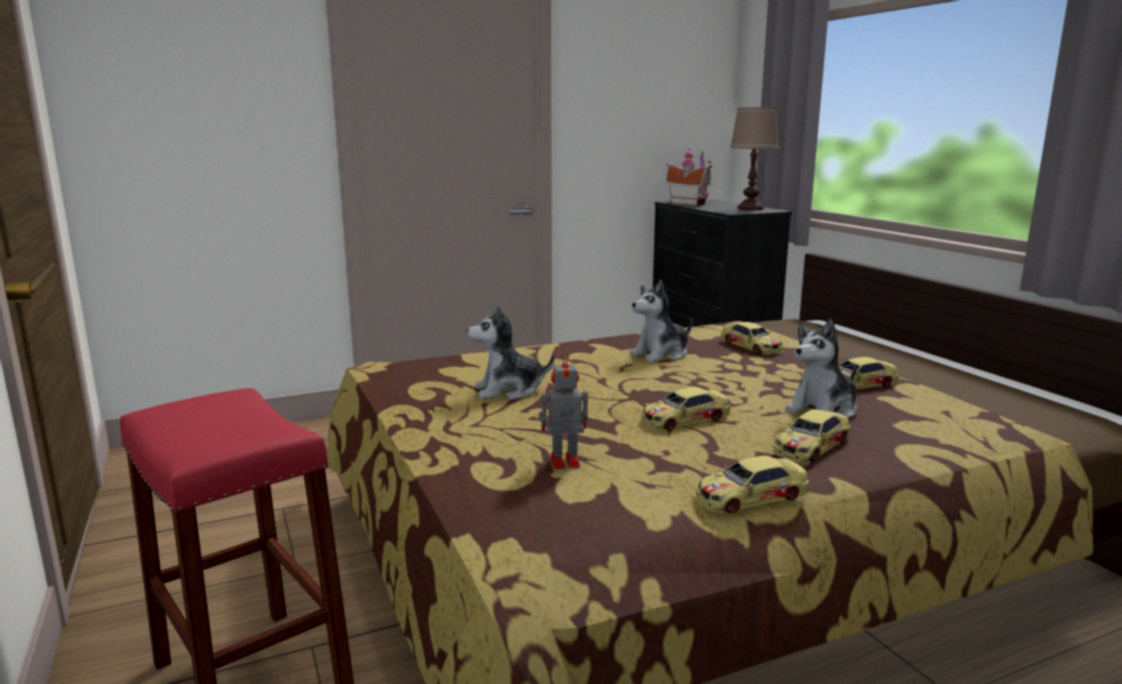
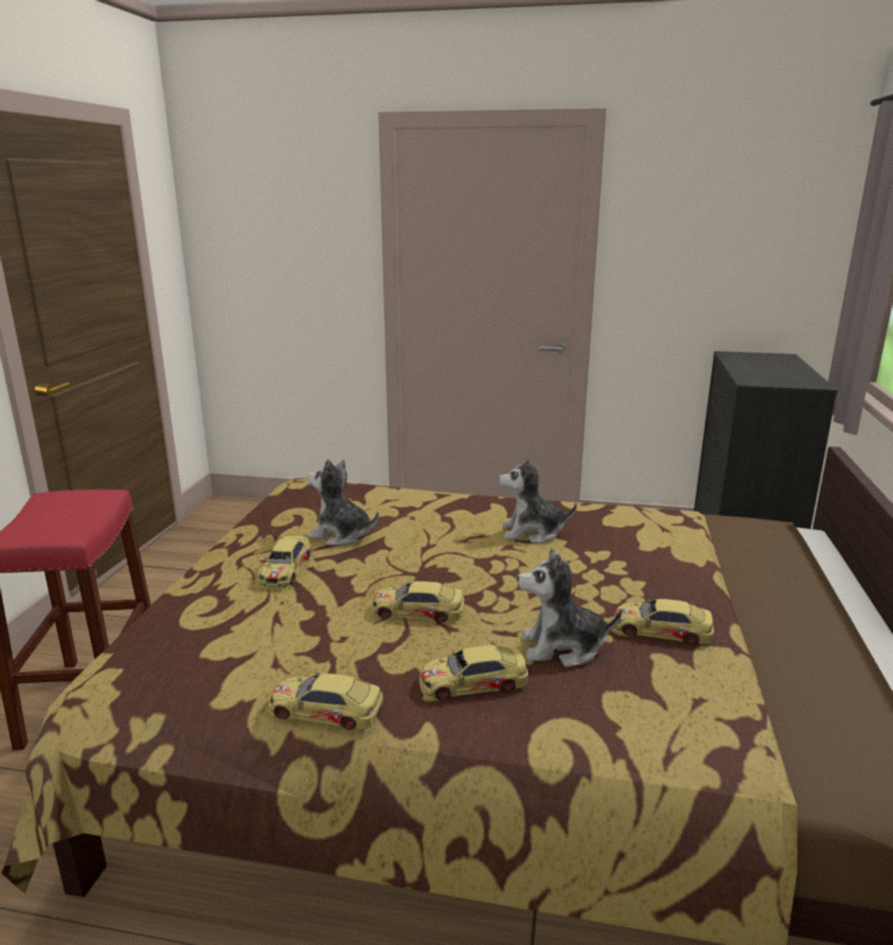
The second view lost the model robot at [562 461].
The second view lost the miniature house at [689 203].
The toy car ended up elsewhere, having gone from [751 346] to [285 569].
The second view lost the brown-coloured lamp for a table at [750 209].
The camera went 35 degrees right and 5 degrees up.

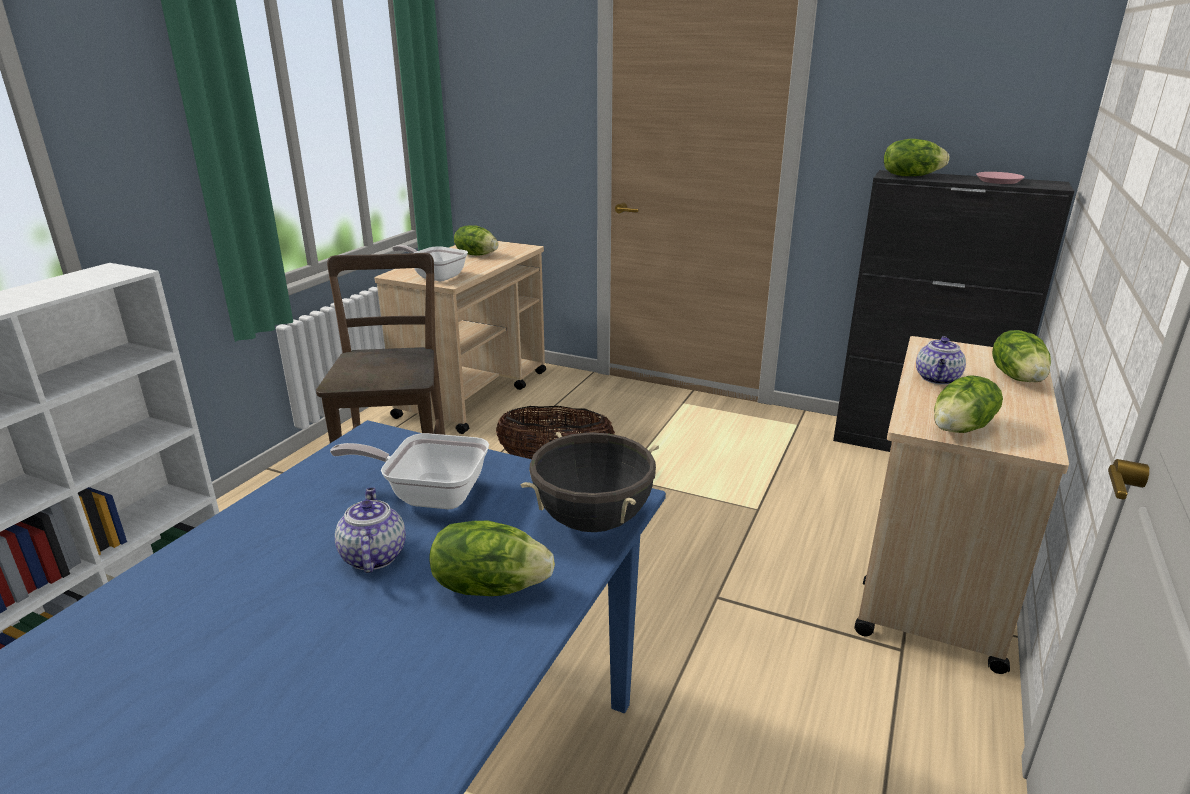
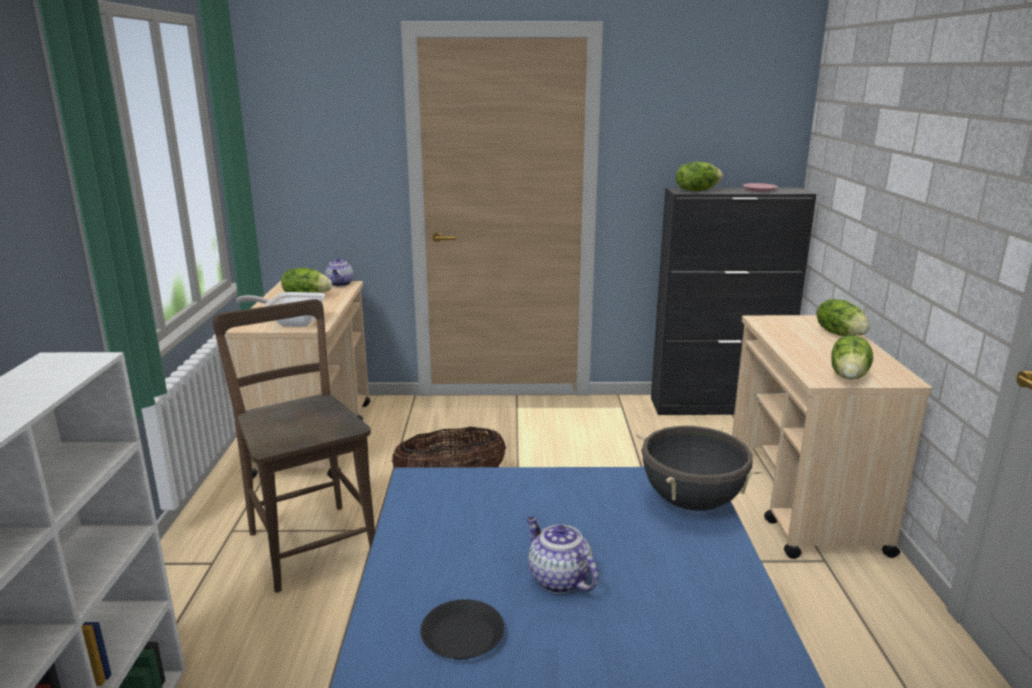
The second view lost the frying pan at [429 494].
The second view lost the lettuce head at [490 586].
The teapot ended up elsewhere, having gone from [937 379] to [340 284].
The second view gained the black plate at [463 636].
The camera went 25 degrees left and 5 degrees down.

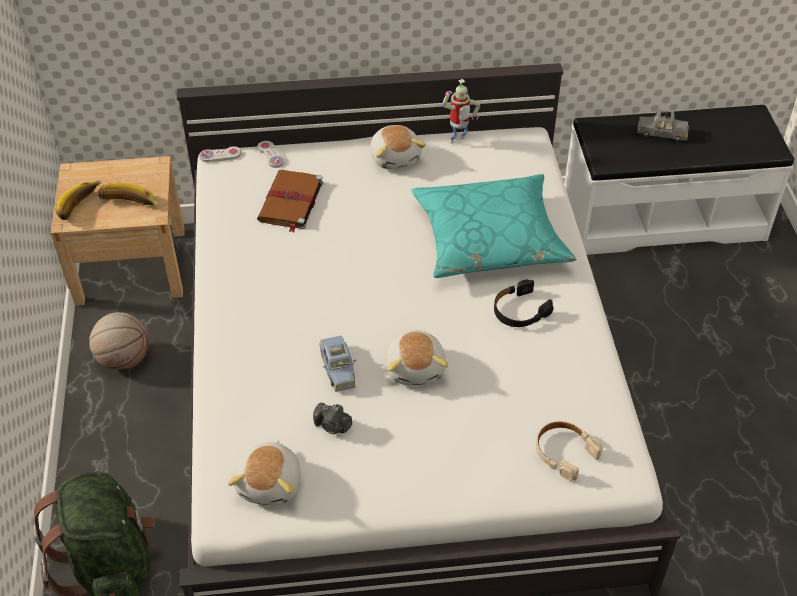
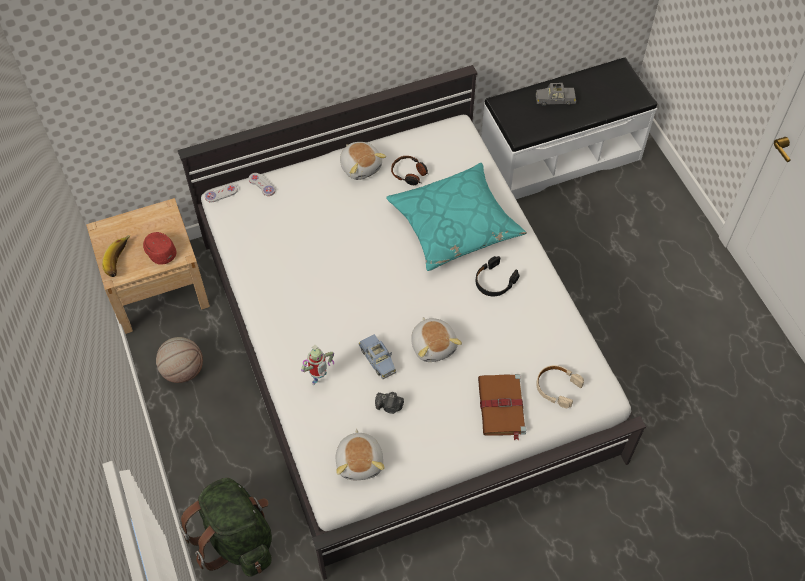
Where the banana stood at [129 205], the red peaked cap came to stand at [159 251].
The brown-coloured volume ended up elsewhere, having gone from [290 202] to [501 407].
The model robot ended up elsewhere, having gone from [458 141] to [319 381].
The second view gained the headphones at [409 174].
The camera went 15 degrees left and 10 degrees up.

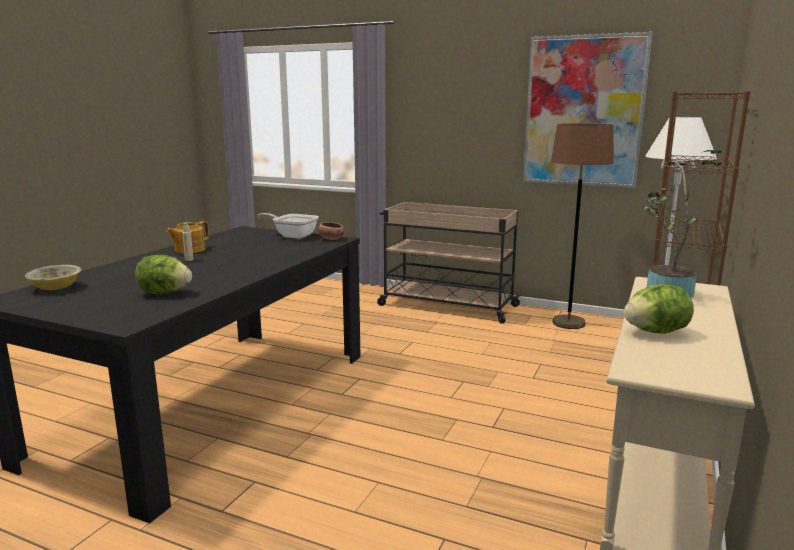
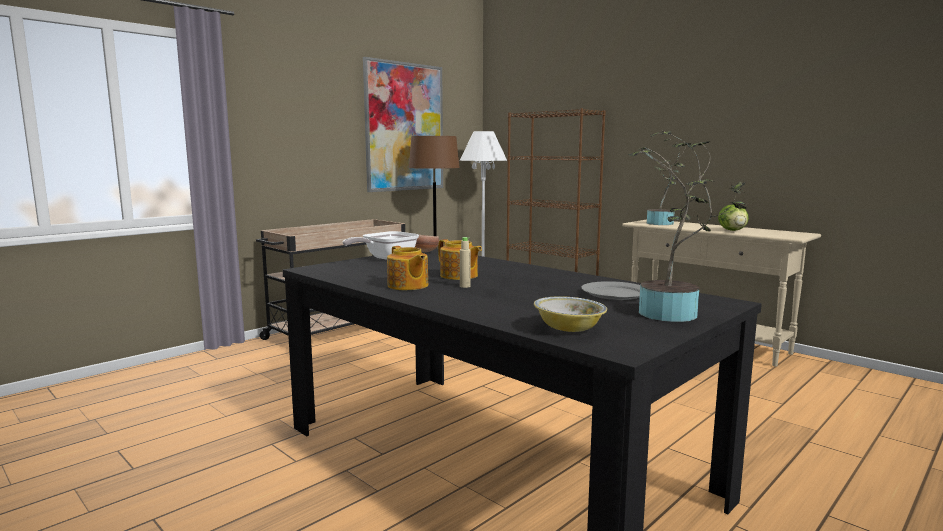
Where the lettuce head stood at [164 293], the gray plate came to stand at [614 293].
The second view gained the teapot at [459 276].
The second view gained the potted plant at [675 314].
The camera went 70 degrees left and 5 degrees down.

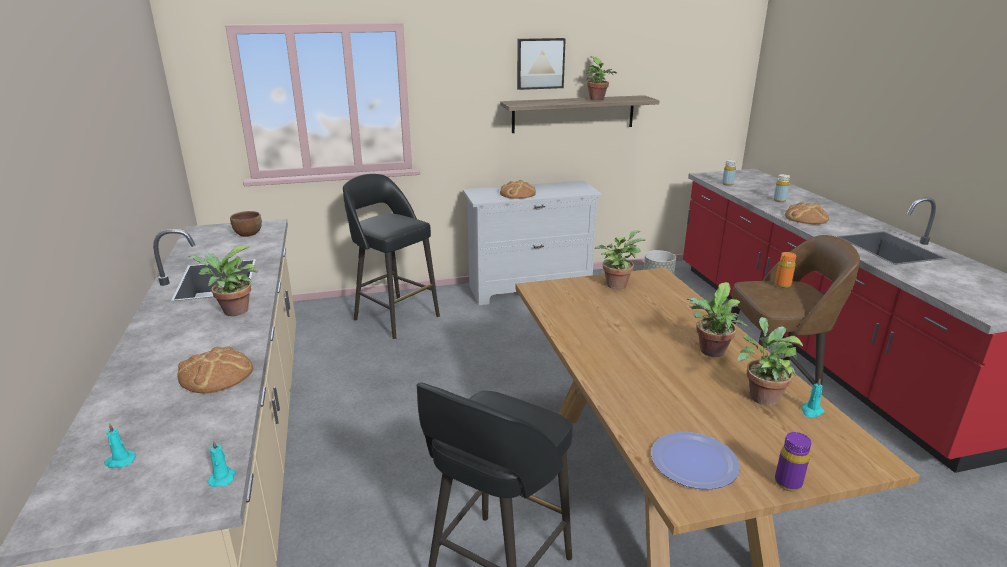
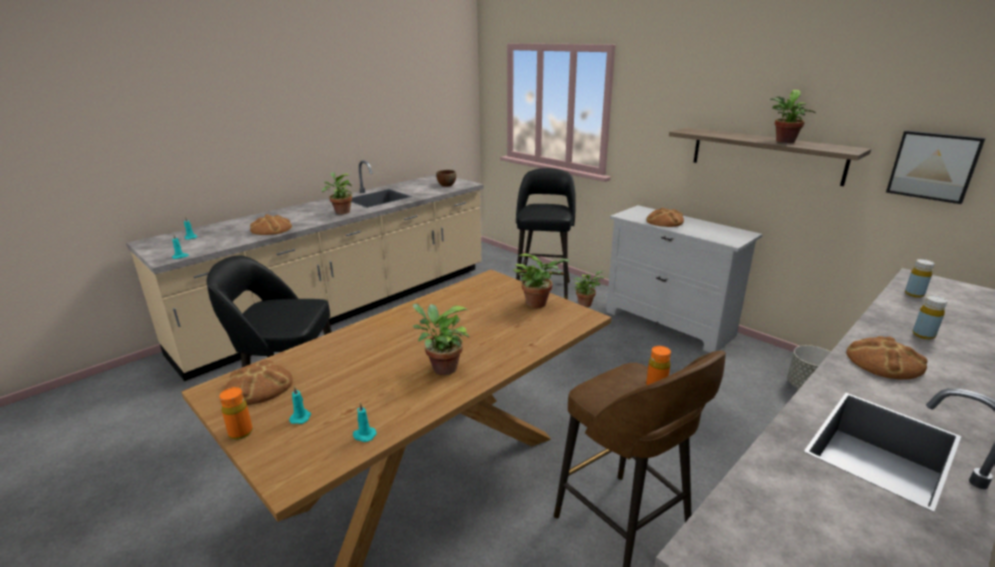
The picture ended up elsewhere, having gone from [540 63] to [933 166].
Where the plate stood at [694 462], the bakery bread came to stand at [259 386].
The potted plant ended up elsewhere, having gone from [761 396] to [585 303].
What was the purple bottle at [788 483] turned into the orange bottle at [241 433].
The second view gained the turquoise-coloured wax candle at [301 417].
The camera went 60 degrees right and 0 degrees up.

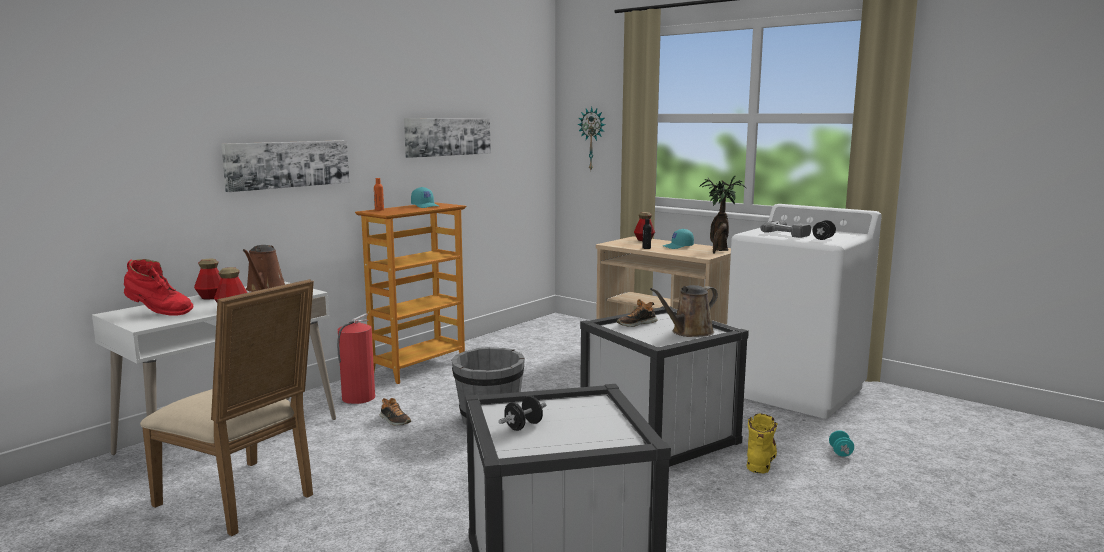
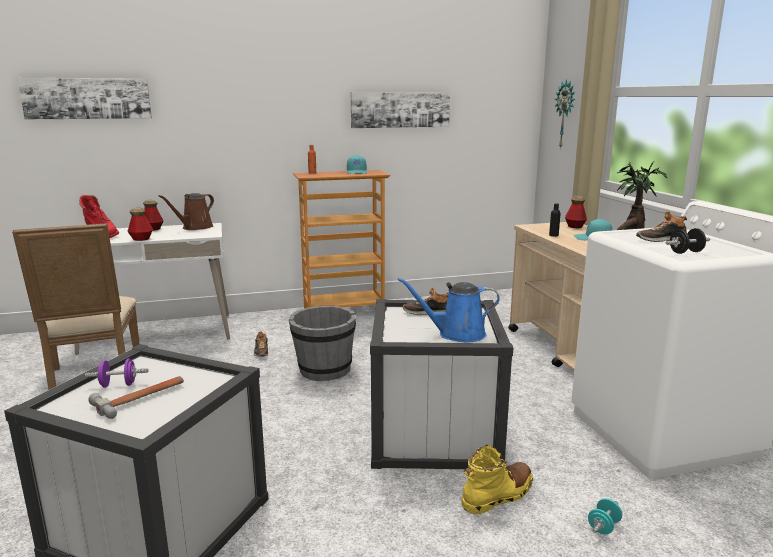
The picture ended up elsewhere, having gone from [288 164] to [87 98].
The second view lost the fire-fighting cylinder at [357 398].
What was the black hand weight at [523 426] turned into the purple hand weight at [118 385].
What was the brown-coloured watering can at [689 332] turned into the blue-coloured watering can at [457 334].
Where the power drill stood at [789 233], the low shoe came to stand at [661 240].
The second view gained the tool hammer at [141 398].
The camera went 35 degrees right and 5 degrees up.

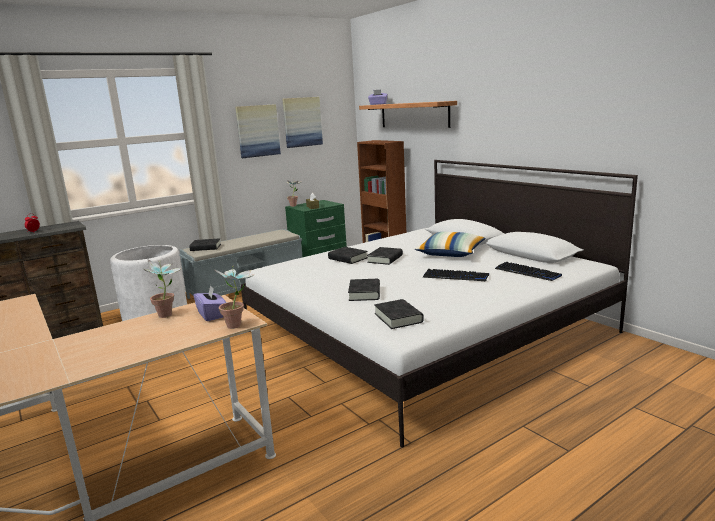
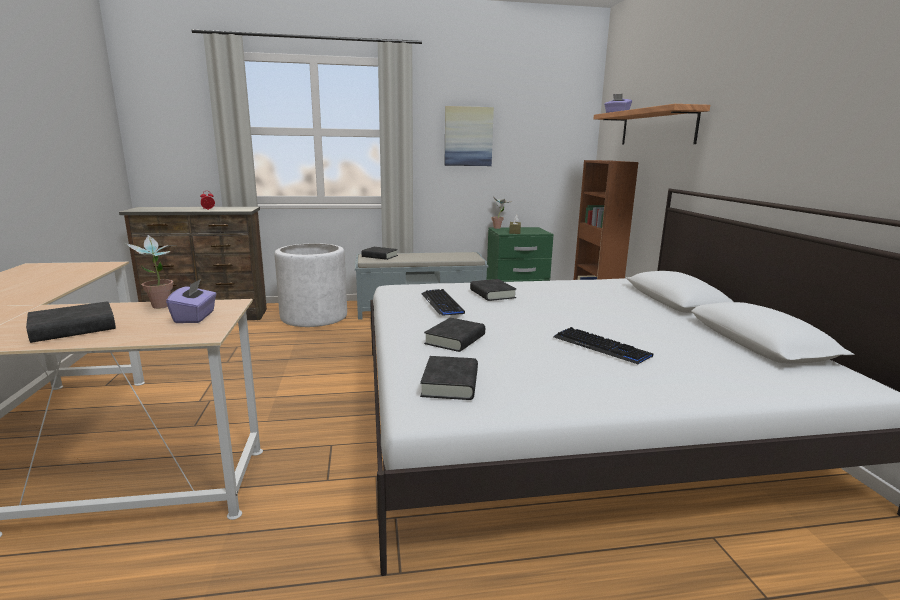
The second view lost the potted plant at [239 325].
The second view lost the picture at [302 122].
The black volume ended up elsewhere, having gone from [385 259] to [73 328].
The second view lost the pillow at [450 254].
The keyboard ended up elsewhere, having gone from [527 272] to [442 303].
The camera went 25 degrees right and 0 degrees up.

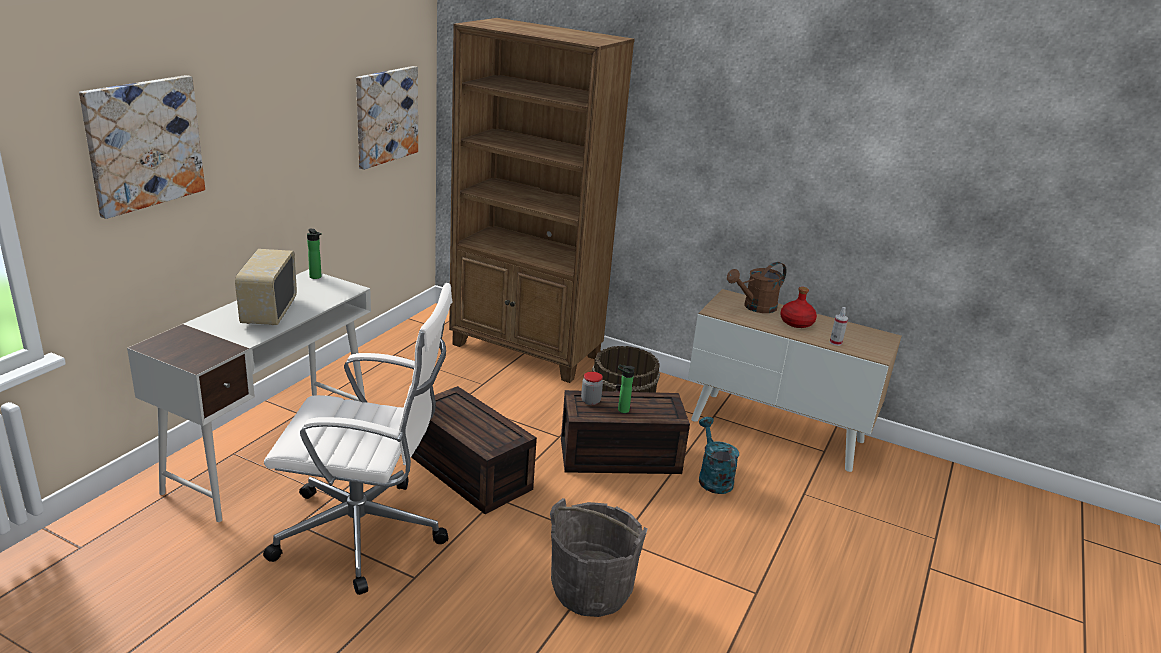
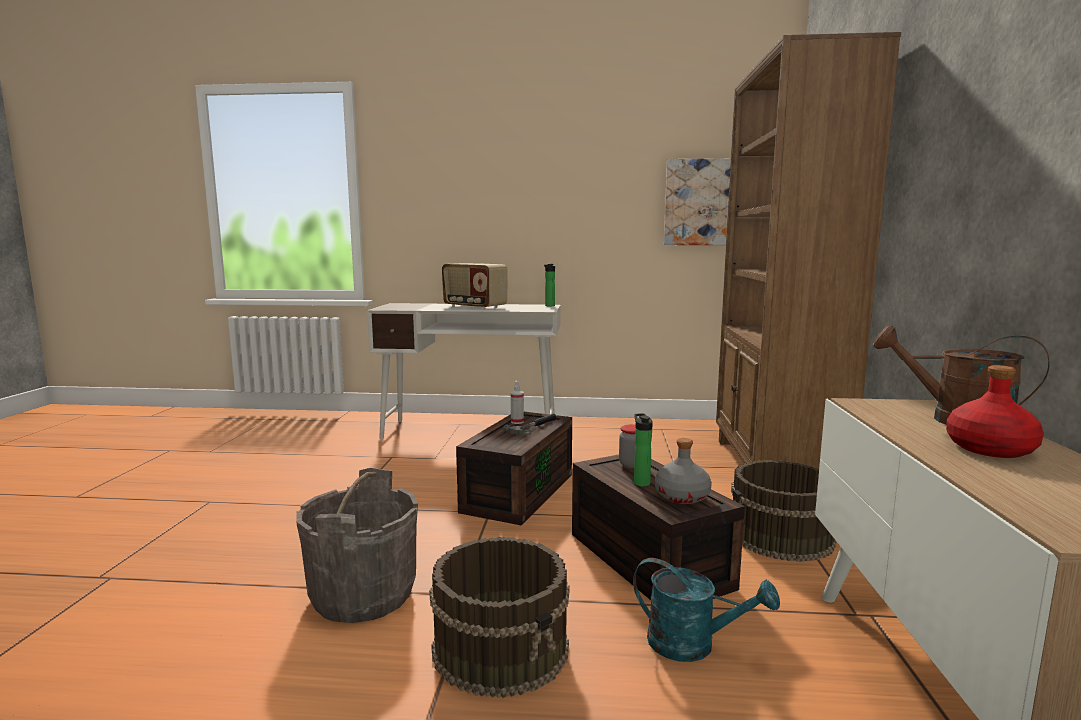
The second view lost the picture at [143 144].
The radio at [268 312] ended up facing another way, 120 degrees counterclockwise from before.
The second view lost the white-coloured desk chair at [365 534].
The turquoise-coloured watering can at [713 478] ended up facing another way, 60 degrees clockwise from before.
The spray bottle ended up elsewhere, having gone from [835 343] to [517 422].
The second view gained the brown-coloured pail at [502 647].
The second view gained the tool hammer at [535 427].
The second view gained the gray bottle at [682 496].
The camera went 70 degrees right and 15 degrees down.

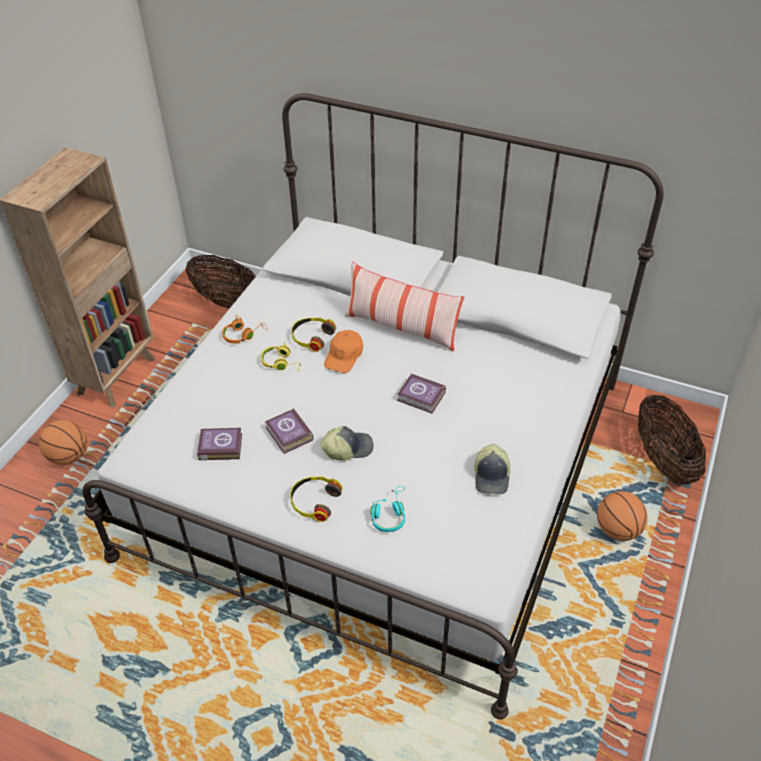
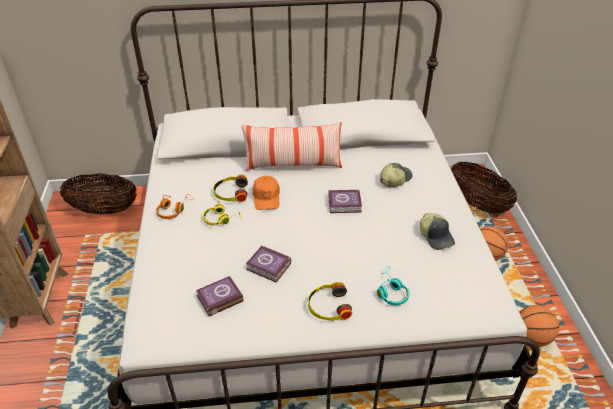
The ball for basketball ended up elsewhere, having gone from [69 456] to [531 338].
The peaked cap ended up elsewhere, having gone from [347 448] to [395 179].
The camera went 30 degrees left and 5 degrees down.

